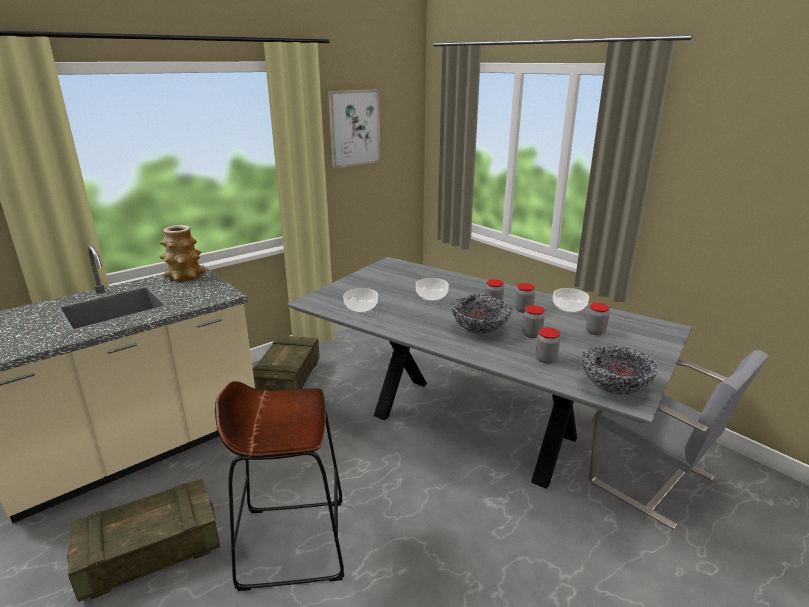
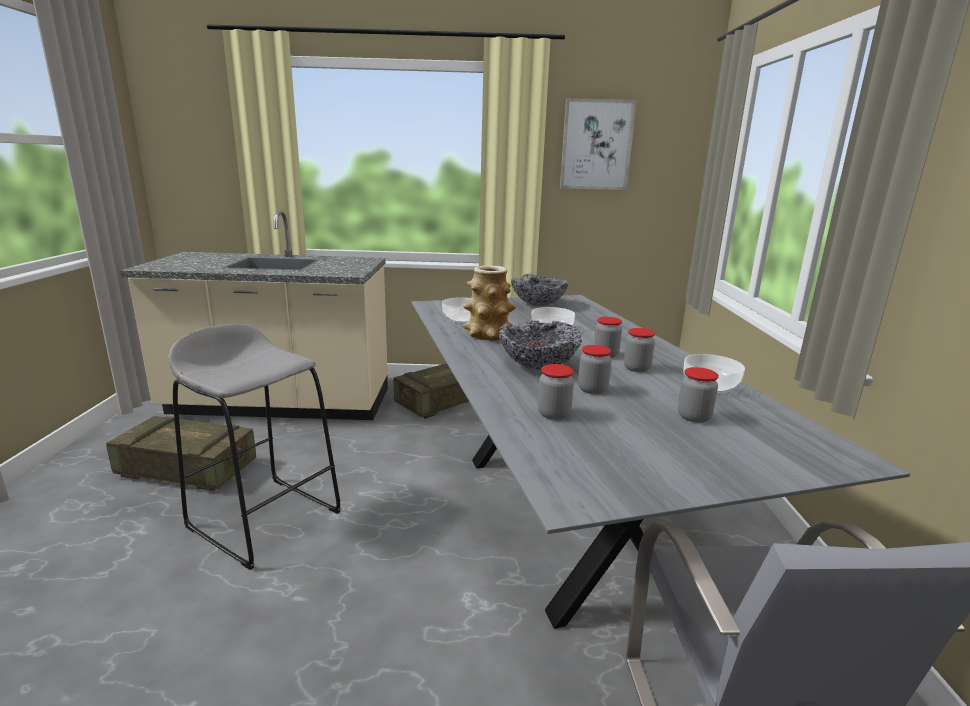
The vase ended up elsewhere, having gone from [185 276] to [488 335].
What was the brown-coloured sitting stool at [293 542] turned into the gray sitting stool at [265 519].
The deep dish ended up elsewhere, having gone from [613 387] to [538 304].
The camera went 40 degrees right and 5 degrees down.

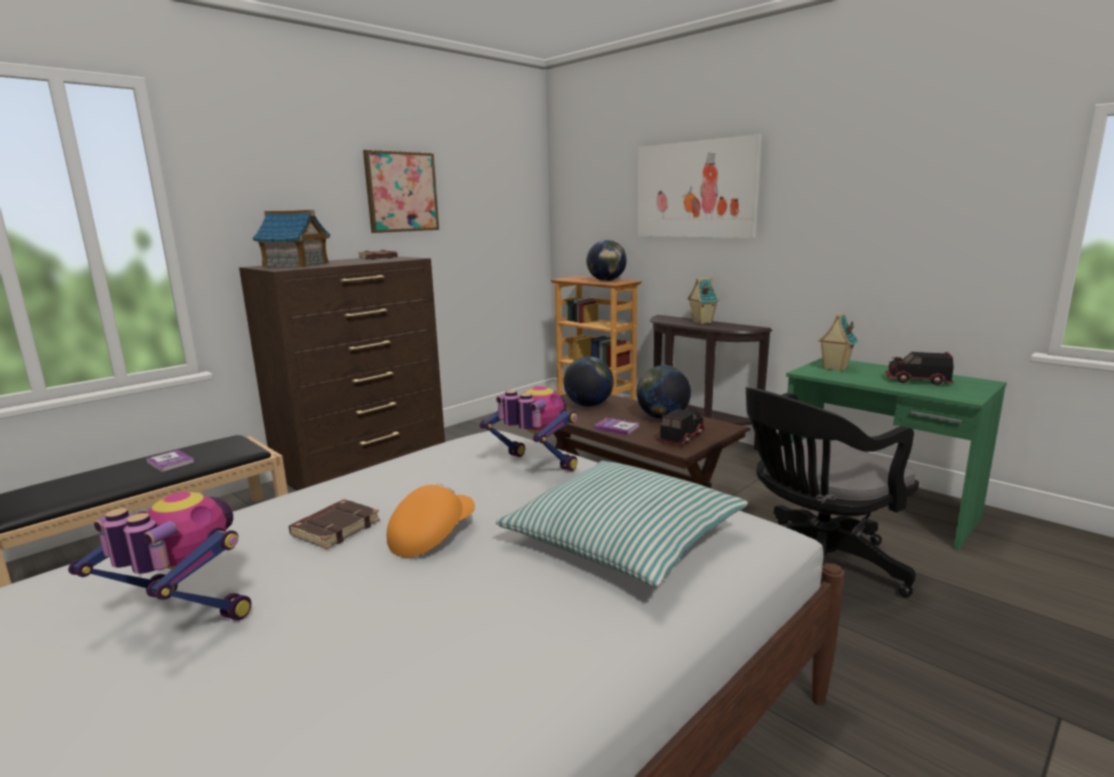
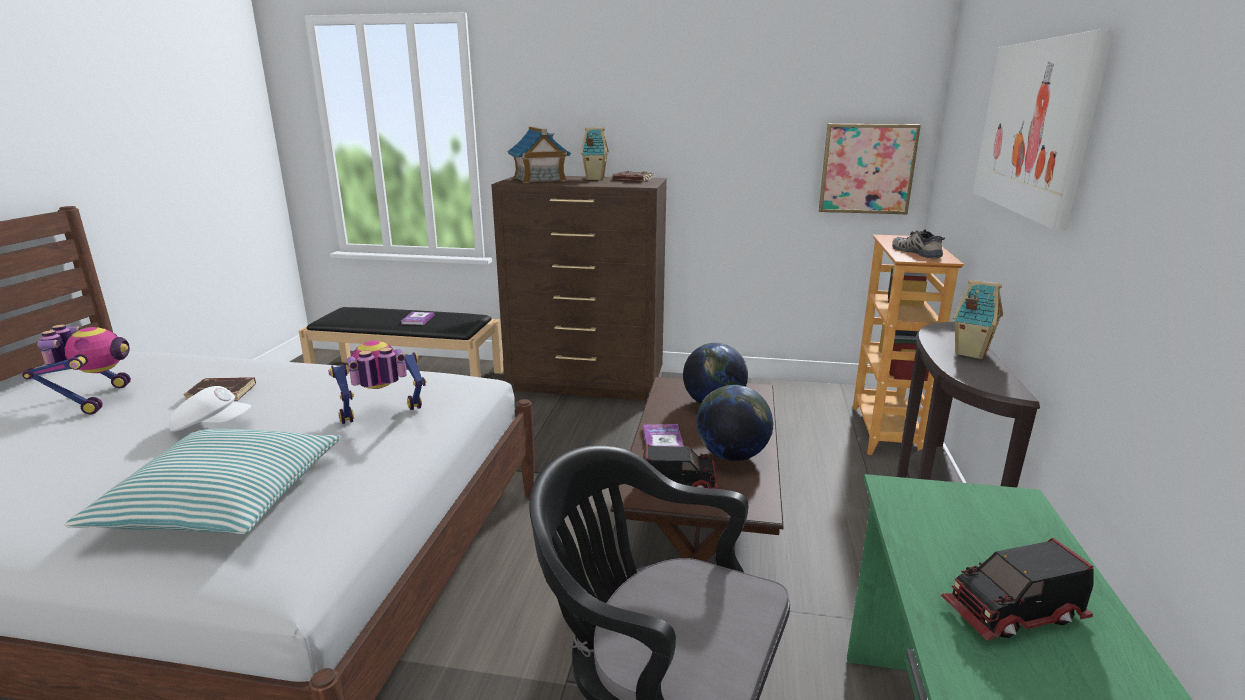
The picture ended up elsewhere, having gone from [401 192] to [867 169].
What was the orange peaked cap at [431 536] turned into the white-coloured peaked cap at [213 426].
The model robot at [534 466] ended up facing another way, 120 degrees counterclockwise from before.
Where the globe stood at [606 281], the low shoe came to stand at [918 252].
The miniature house ended up elsewhere, having gone from [834 368] to [594 179].
The model truck at [917 381] ended up facing another way, 90 degrees counterclockwise from before.
The camera went 55 degrees right and 5 degrees up.

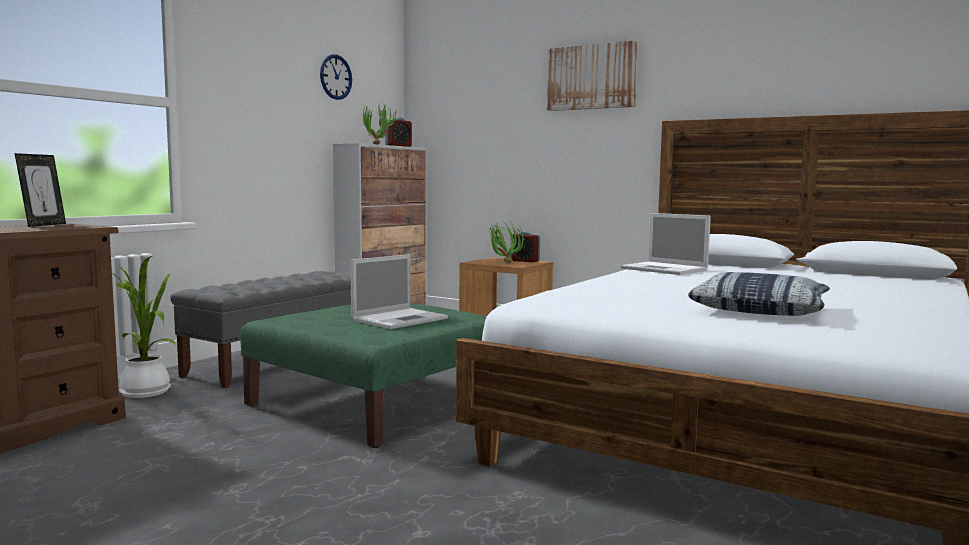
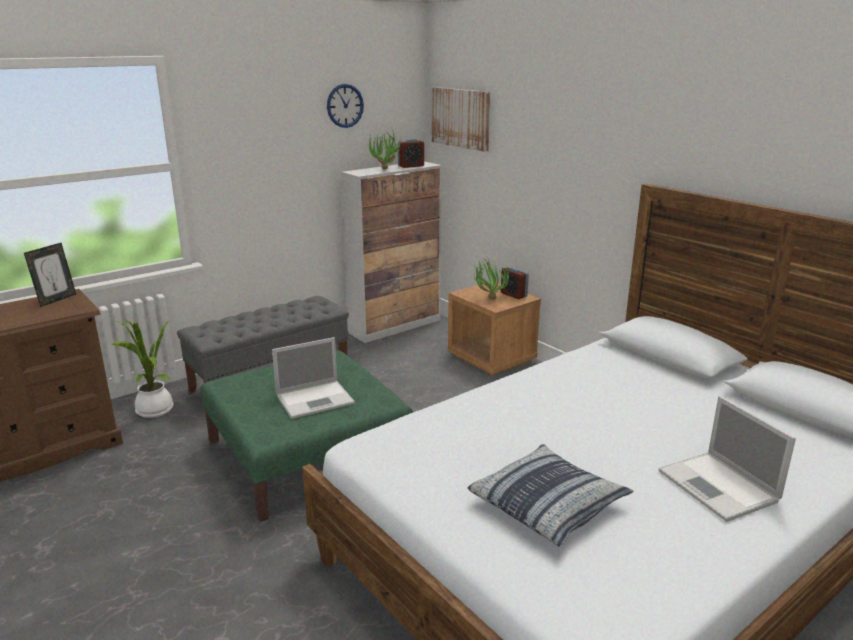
The picture ended up elsewhere, having gone from [591 77] to [461 118].
The portable computer ended up elsewhere, having gone from [665 269] to [719 487].
The camera went 20 degrees right and 15 degrees up.

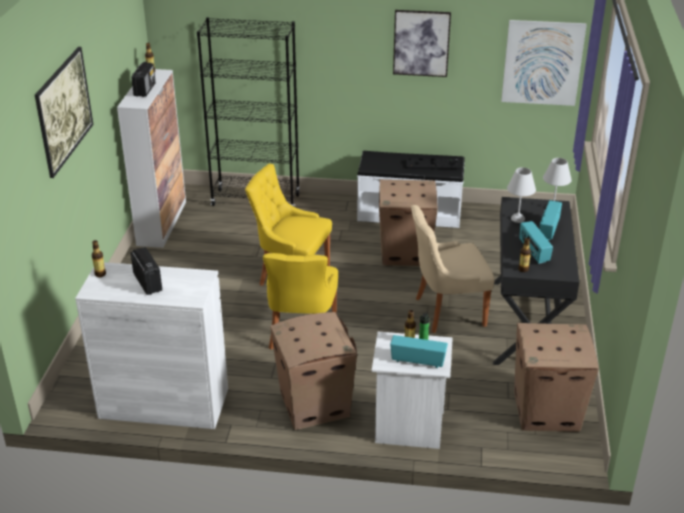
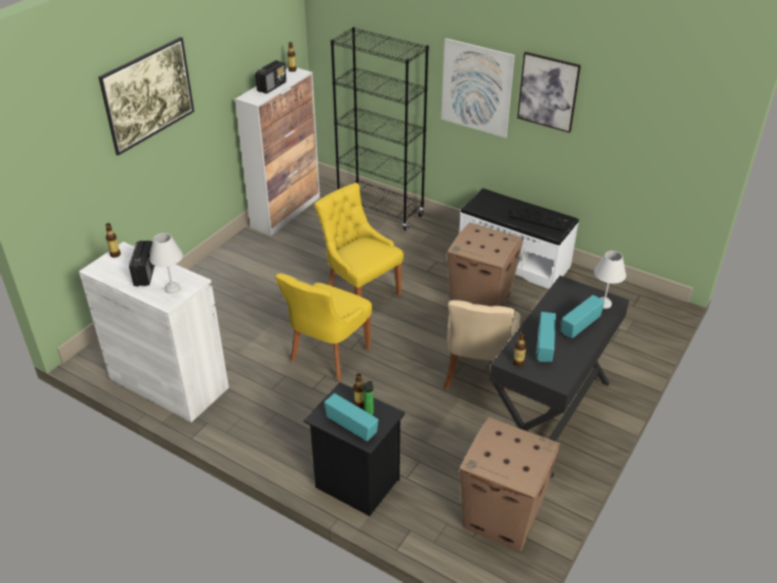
The second view lost the carton at [314 404].
What was the white-coloured night table at [408 428] turned into the black night table at [356 484].
The beige plain chair at [447 312] ended up facing another way, 90 degrees counterclockwise from before.
The picture ended up elsewhere, having gone from [542 63] to [476 88].
The white-coloured lamp for a table ended up elsewhere, having gone from [517 219] to [171 289].
The camera went 25 degrees right and 5 degrees up.

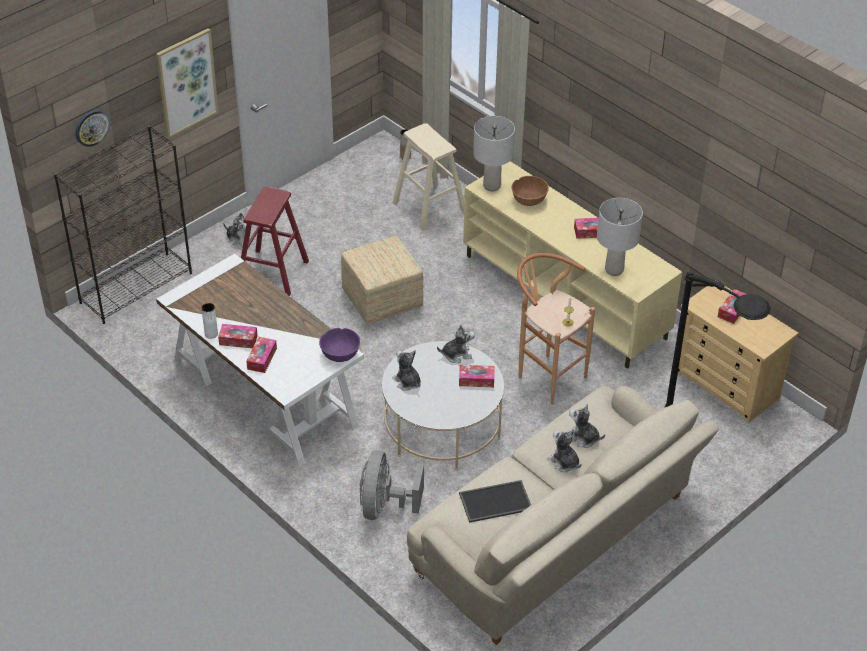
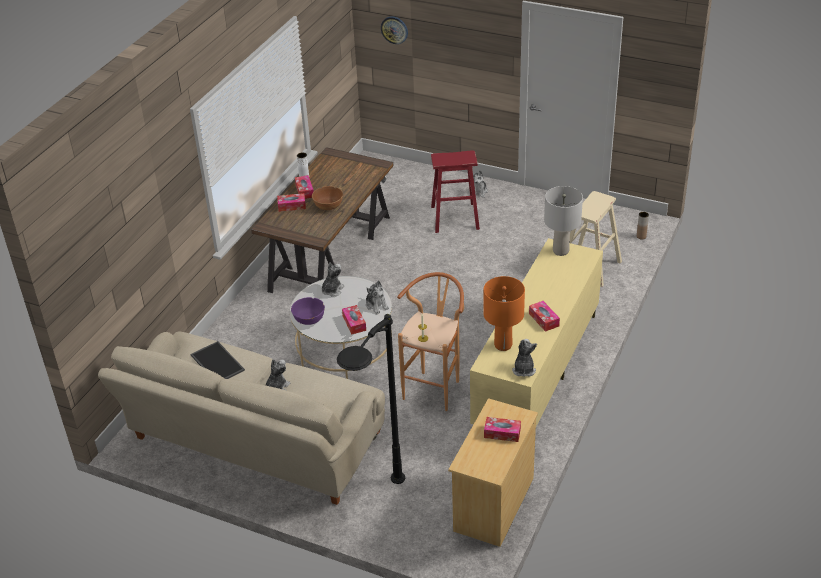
The second view lost the black shelving unit at [136 287].
The second view lost the picture at [186 82].
What was the white-coloured desk table at [263 392] turned into the brown-coloured desk table at [330 253].
The purple deep dish ended up elsewhere, having gone from [340 354] to [309 319].
The second view lost the footrest at [381 300].
The second view lost the gray cooling fan at [384 506].
The brown-coloured deep dish ended up elsewhere, having gone from [529 200] to [328 206].
The cuddly toy ended up elsewhere, having gone from [583 438] to [523 370].
What was the gray lamp for a table at [613 270] turned into the orange lamp for a table at [503 345].
The camera went 70 degrees right and 5 degrees down.

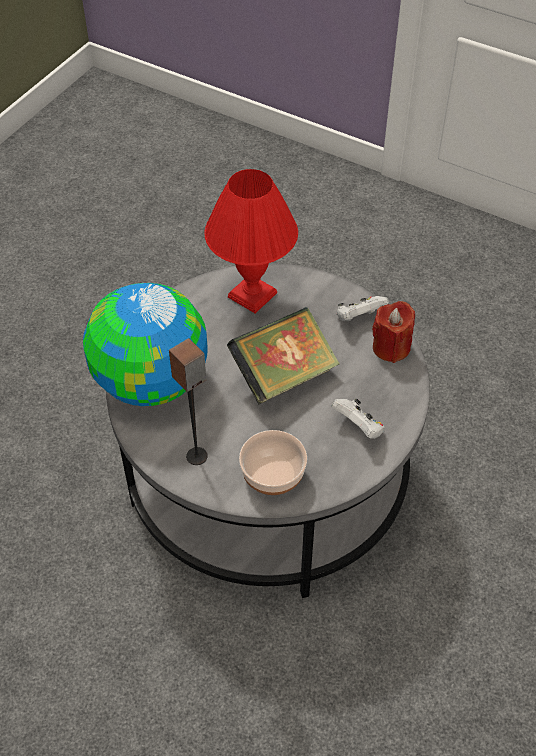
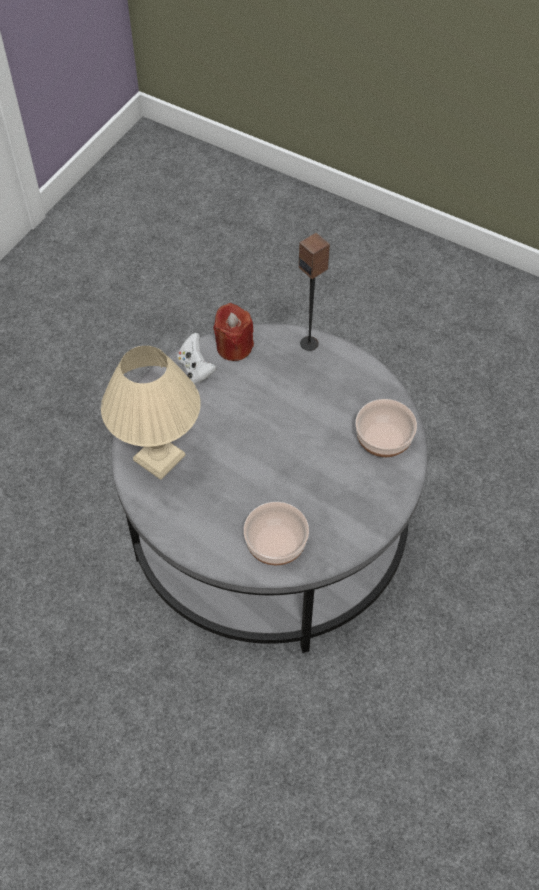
Where the globe stood at [151 382], the deep dish came to stand at [276 545].
The speaker ended up elsewhere, having gone from [197 456] to [309 343].
What was the red lamp for a table at [251 295] turned into the beige lamp for a table at [159 459].
The second view lost the volume at [283 375].
The second view lost the white-coloured gamepad at [359 428].
The camera went 90 degrees left and 5 degrees up.

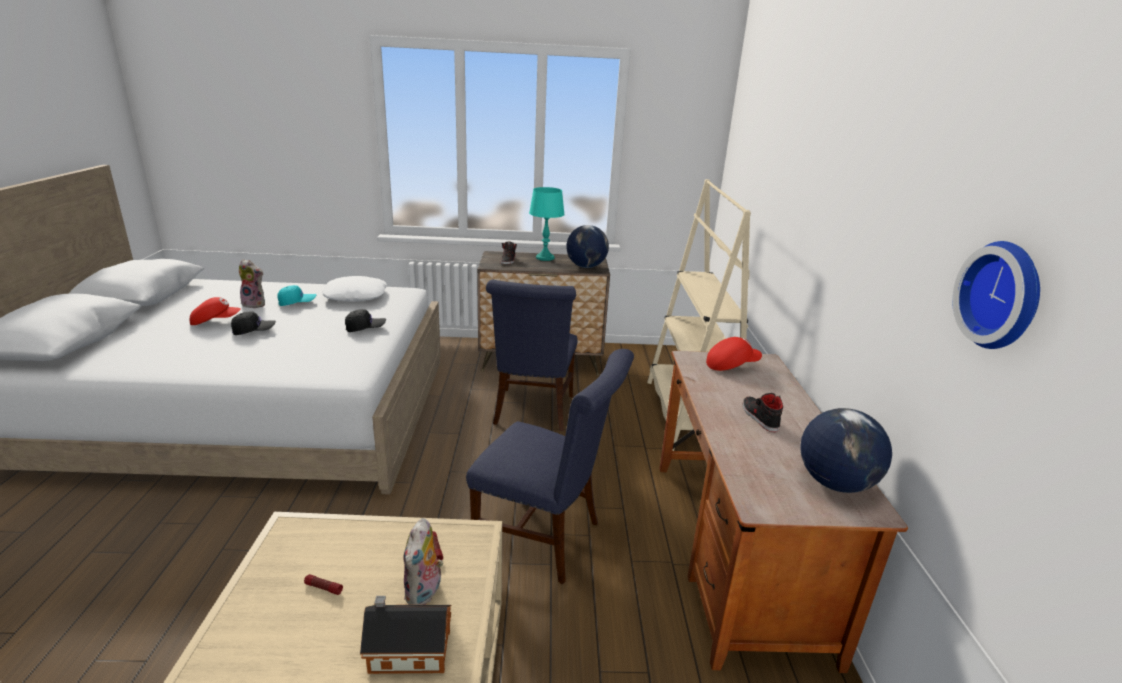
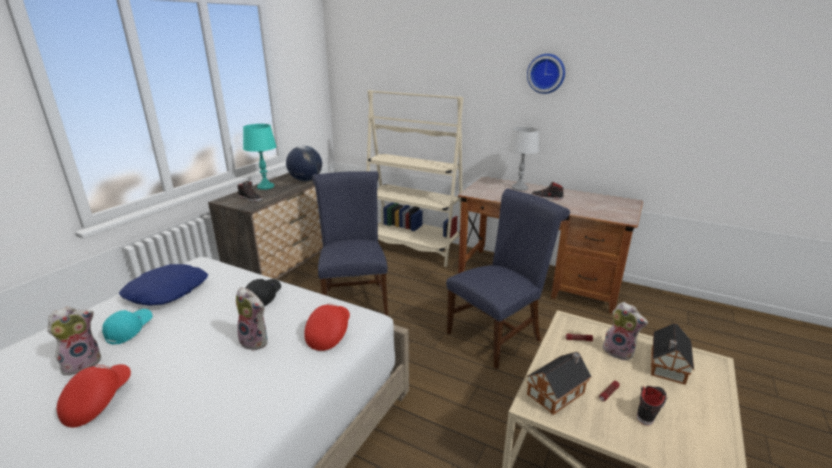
The second view lost the black peaked cap at [254 331].
What was the white-coloured pillow at [356 295] turned into the blue-coloured pillow at [166 291].
The blue-coloured plain chair at [533 412] ended up facing another way, 135 degrees counterclockwise from before.
The red peaked cap ended up elsewhere, having gone from [731 365] to [328 334].
The second view lost the globe at [834 483].
The hanging clock ended up elsewhere, having gone from [1004 295] to [546 73].
The second view gained the cuddly toy at [256 341].
The second view gained the gray lamp for a table at [519 188].
The second view gained the miniature house at [557 393].
The second view gained the black low shoe at [650 407].
The camera went 60 degrees left and 0 degrees up.

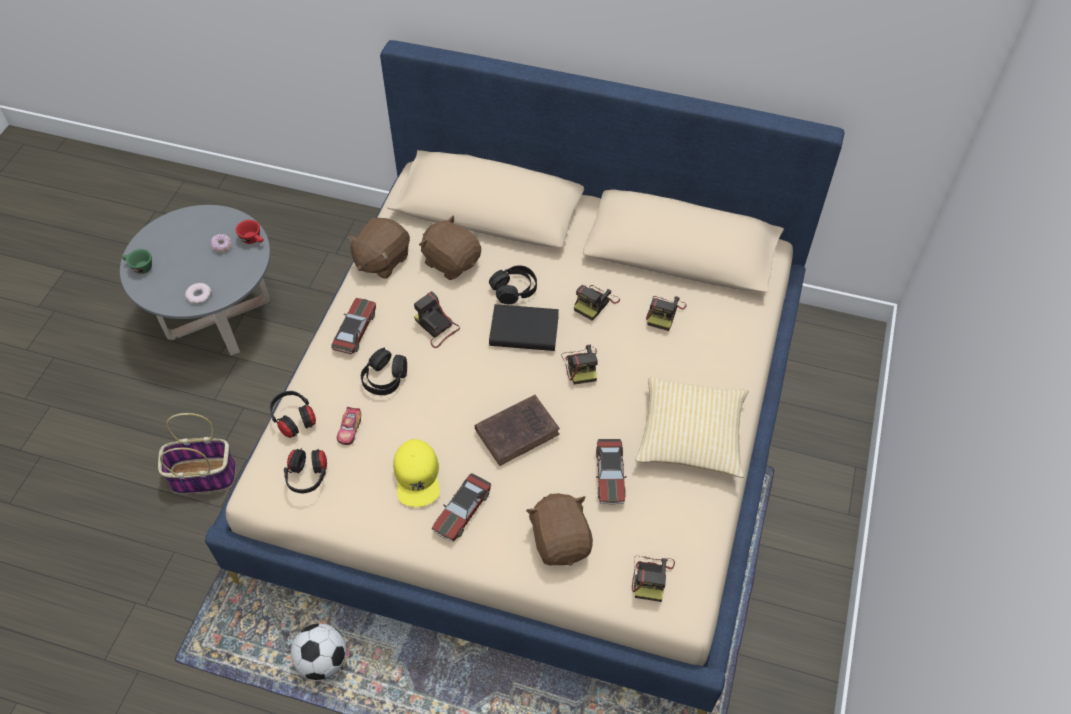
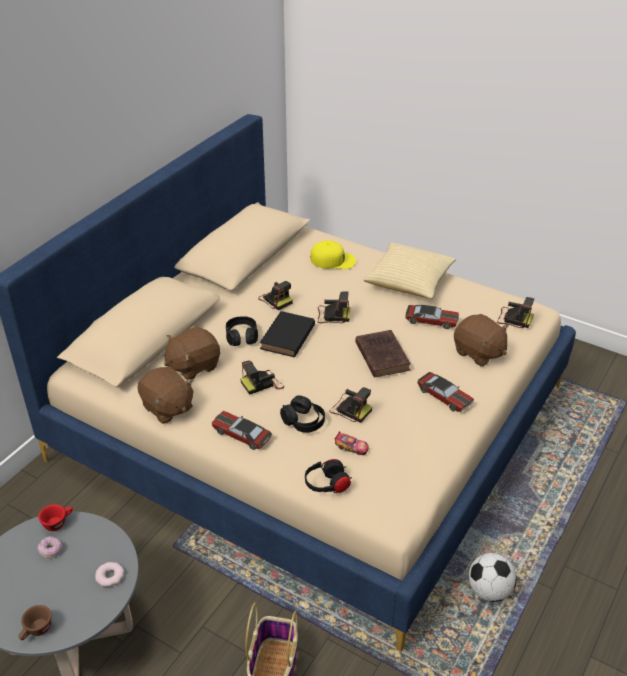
What was the green-coloured small cup at [139 267] turned into the brown-coloured small cup at [37 631].
The second view lost the black headphones at [308 477].
The yellow peaked cap ended up elsewhere, having gone from [417 476] to [333 260].
The brown-coloured cuddly toy at [561 540] ended up facing another way, 135 degrees counterclockwise from before.
The still camera ended up elsewhere, having gone from [664 313] to [350 409].
The camera went 75 degrees left and 15 degrees down.

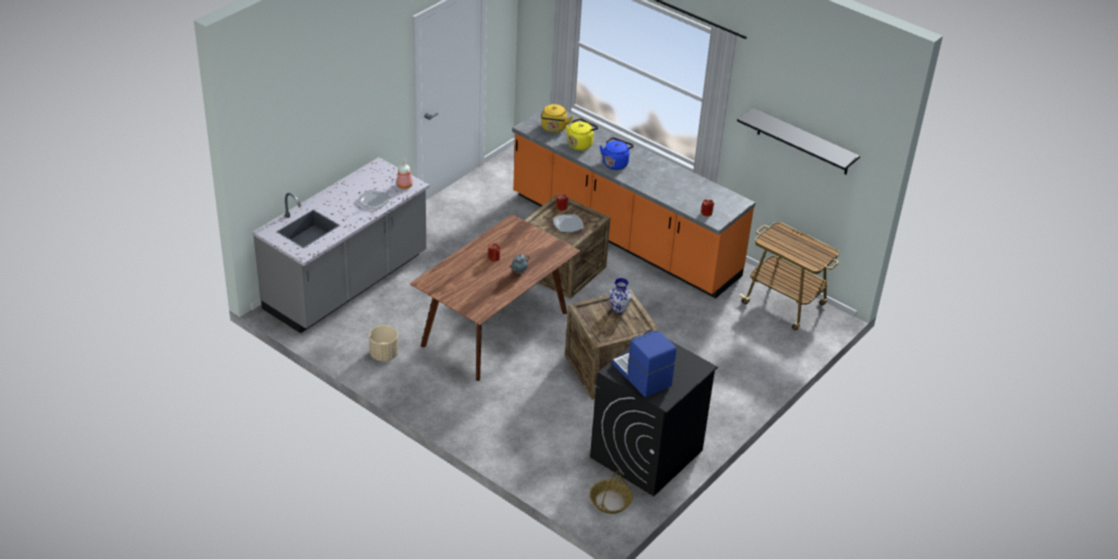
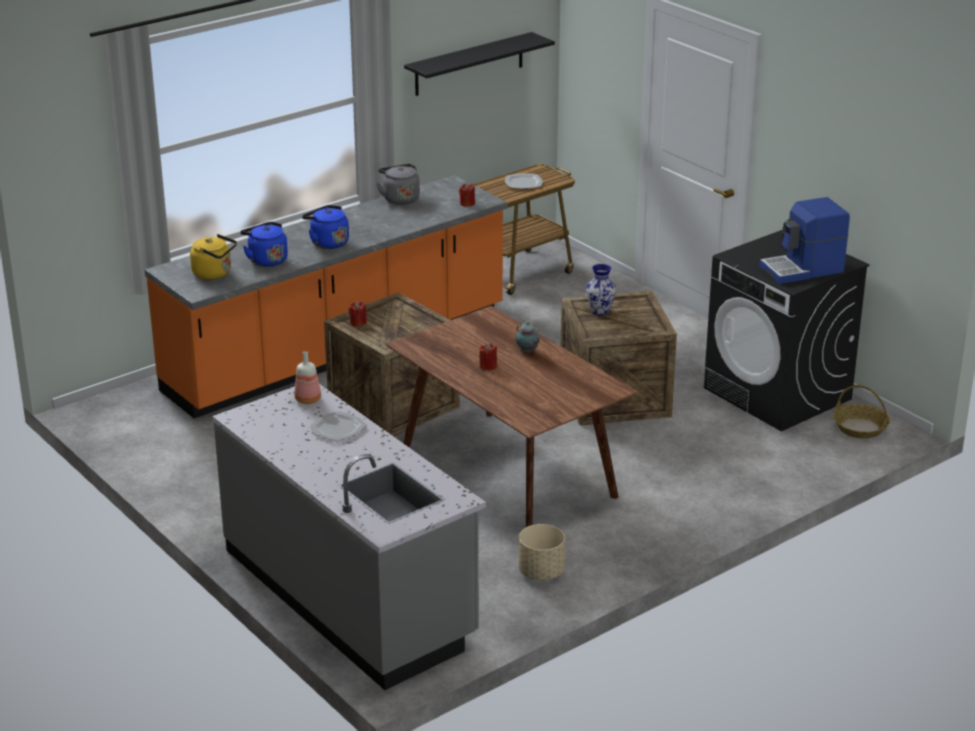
The plate ended up elsewhere, having gone from [568 224] to [523 183].
What was the yellow kettle at [580 144] turned into the blue-coloured kettle at [266 260].
The second view gained the gray kettle at [400 199].
The camera went 75 degrees left and 10 degrees down.

